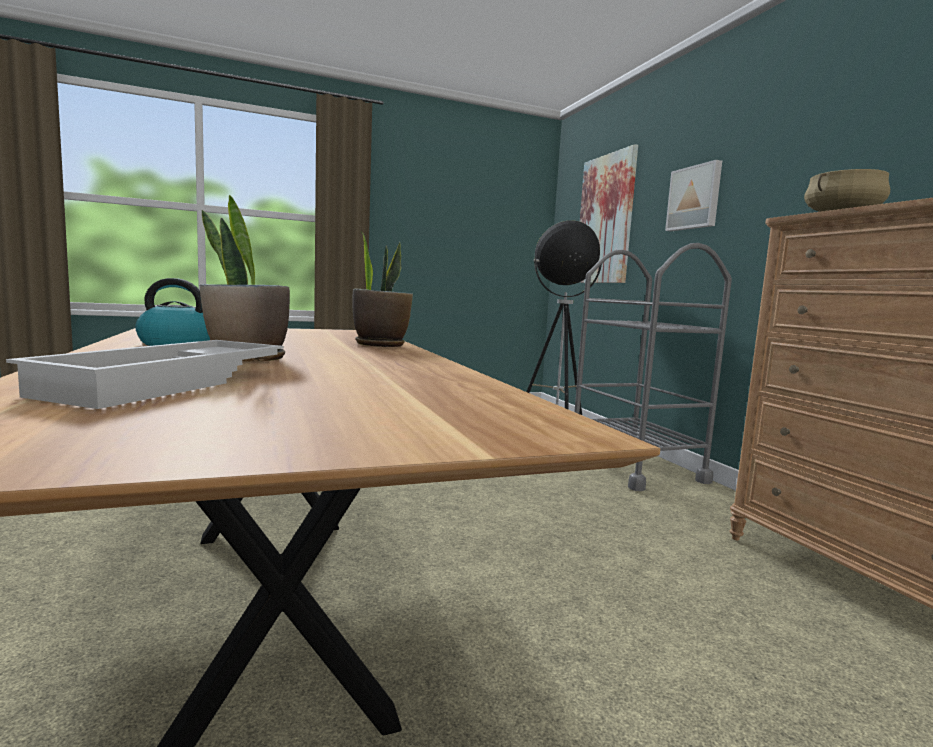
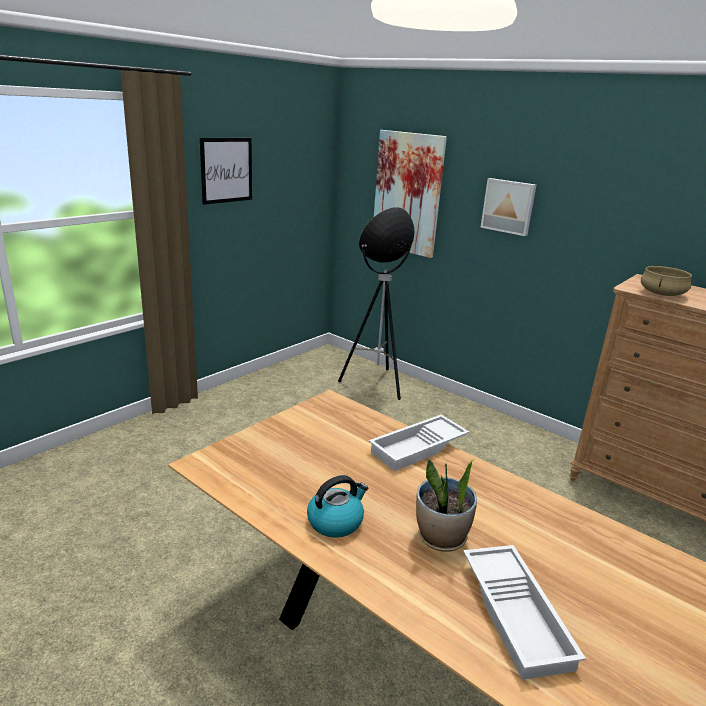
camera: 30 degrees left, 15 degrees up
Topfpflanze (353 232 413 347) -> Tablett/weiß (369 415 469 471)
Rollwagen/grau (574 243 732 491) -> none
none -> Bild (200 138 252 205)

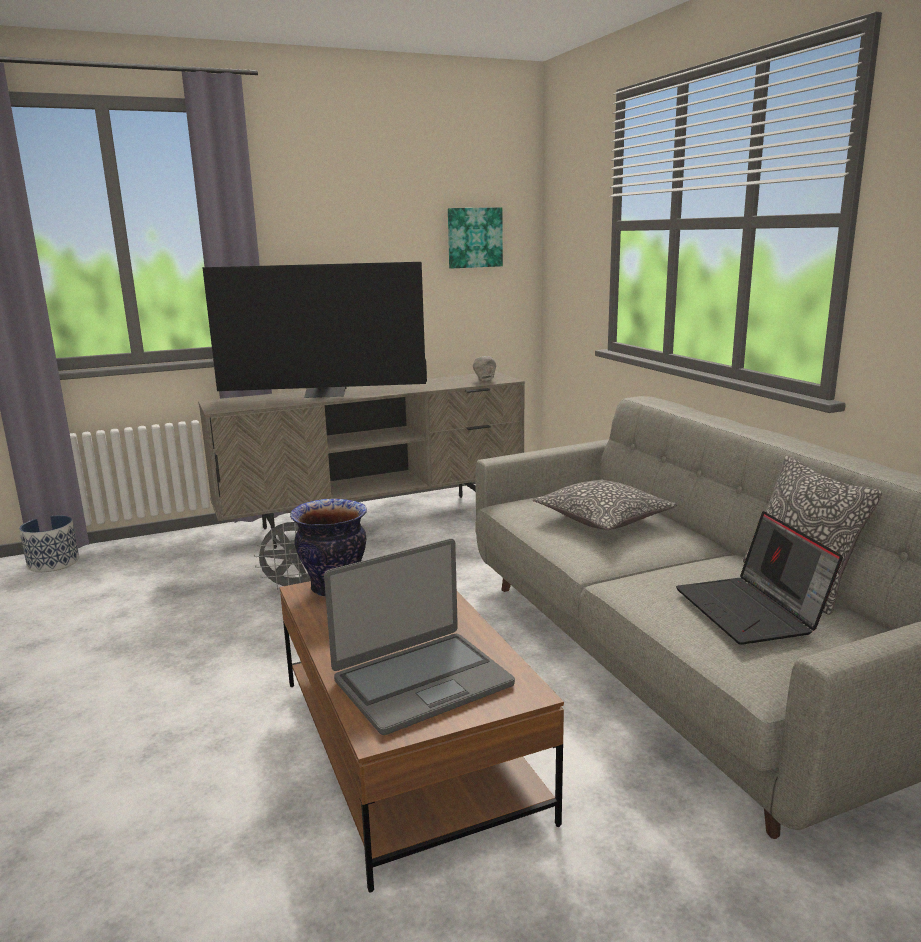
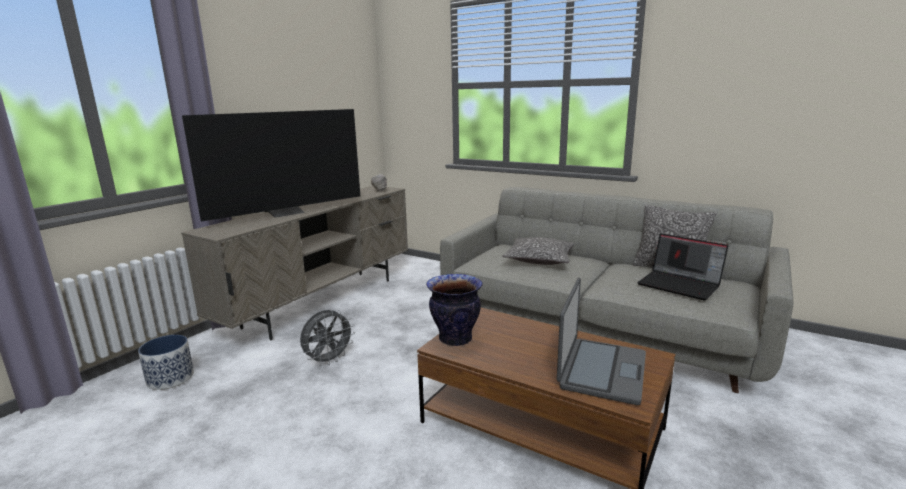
camera: 35 degrees left, 0 degrees up
Bild (448 207 503 268) -> none
Pflanzkübel (19 515 79 572) -> Pflanzkübel (138 335 194 390), shifted

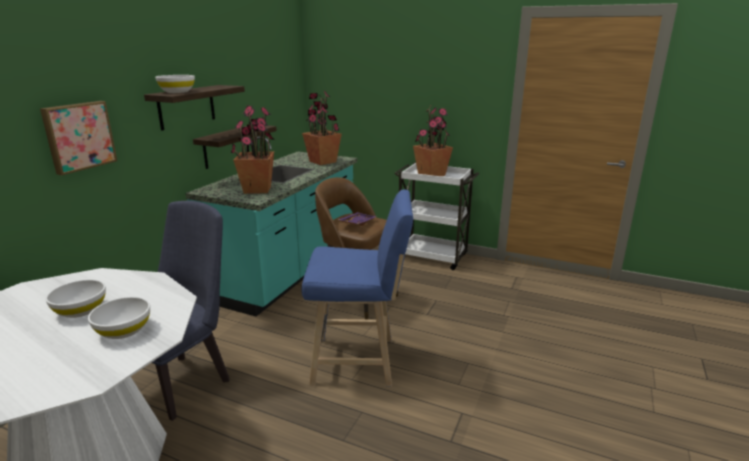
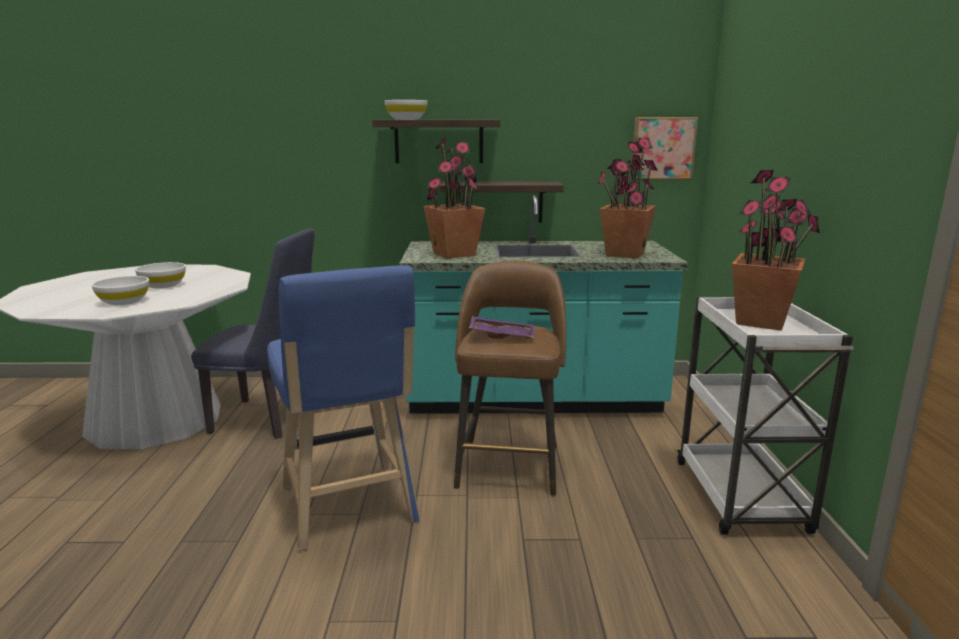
camera: 65 degrees right, 5 degrees down
Bild (40 101 117 175) -> Bild (632 117 698 180), shifted

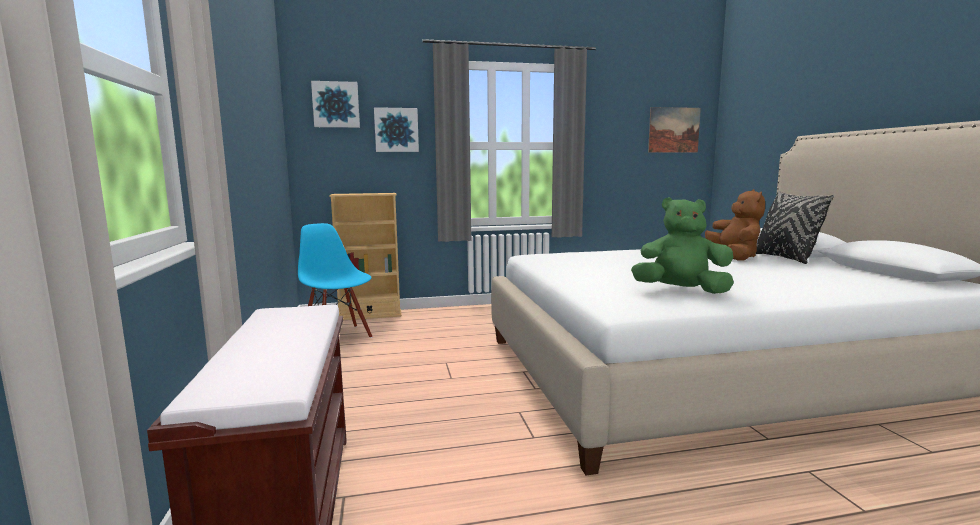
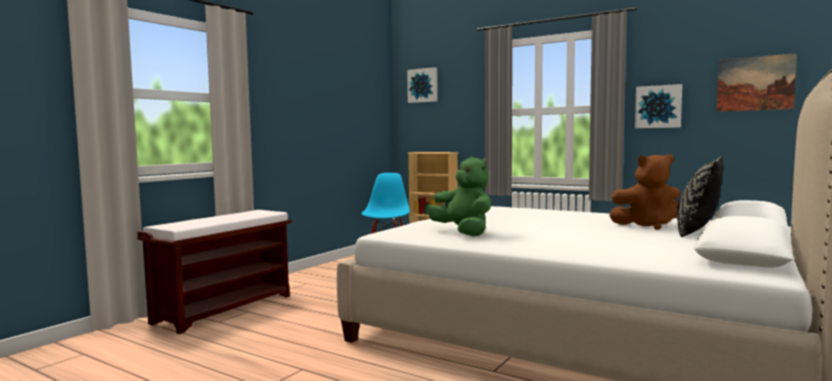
camera: 45 degrees right, 5 degrees down
Bild (374 107 419 152) -> Bild (635 84 682 128), shifted
Plüschtier/braun (705 189 765 261) -> Plüschtier/braun (609 154 680 230), 45 degrees clockwise

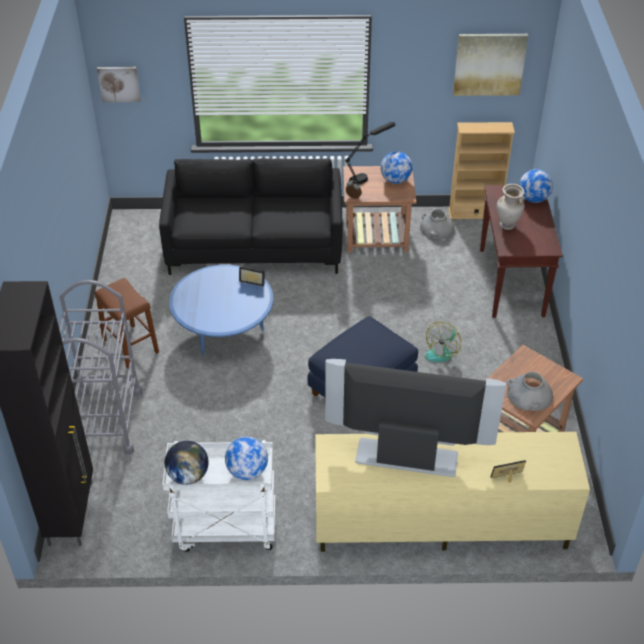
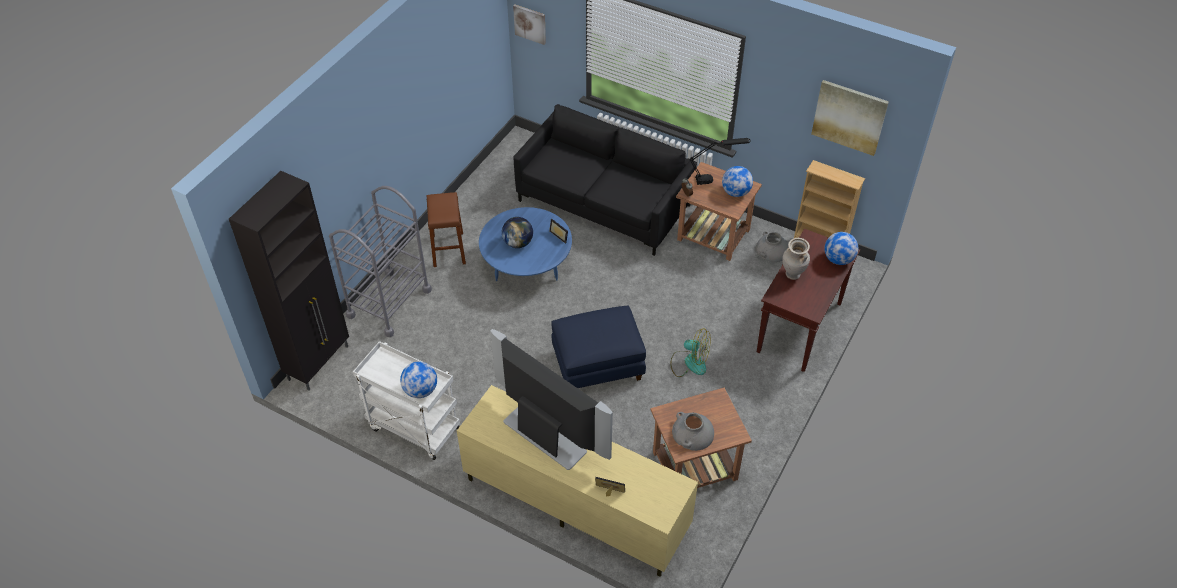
camera: 30 degrees right, 5 degrees up
Ventilator (424 322 461 362) -> Ventilator (670 328 711 377), 135 degrees counterclockwise
Globus (165 441 209 485) -> Globus (502 217 533 248), shifted

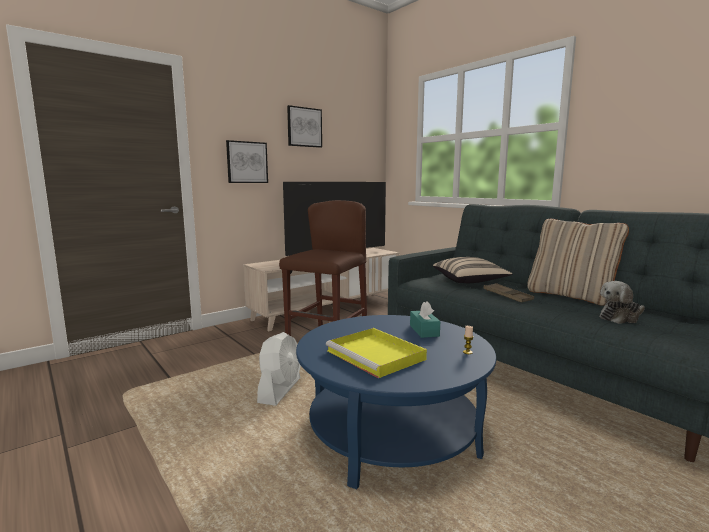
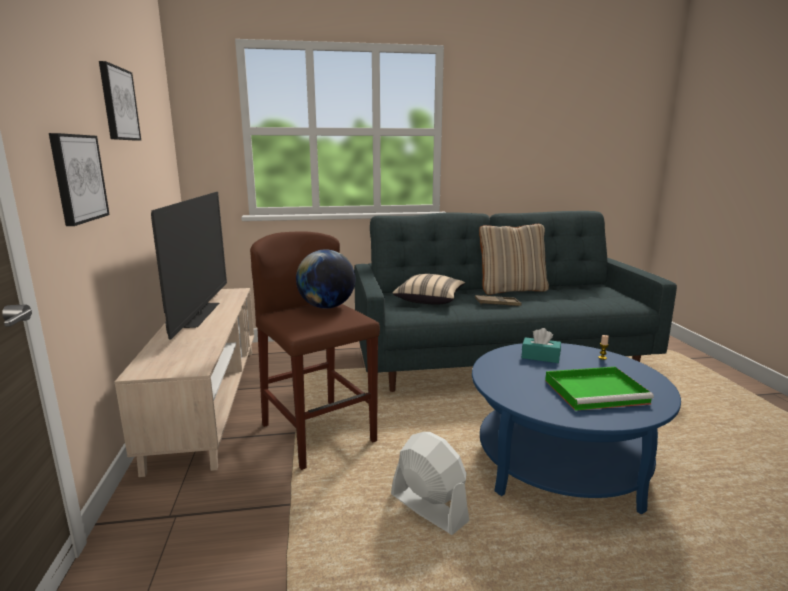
camera: 60 degrees left, 5 degrees up
Plüschtier (599 281 645 324) -> none
Tablett/gelb (326 328 427 378) -> Tablett/grün (545 367 654 411)
none -> Globus (296 249 355 308)

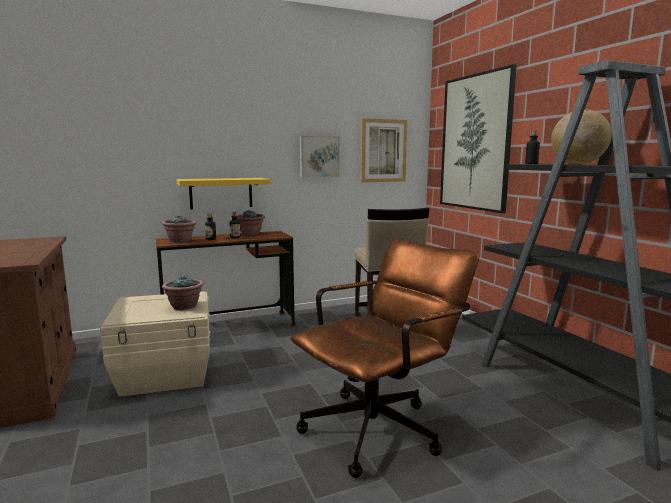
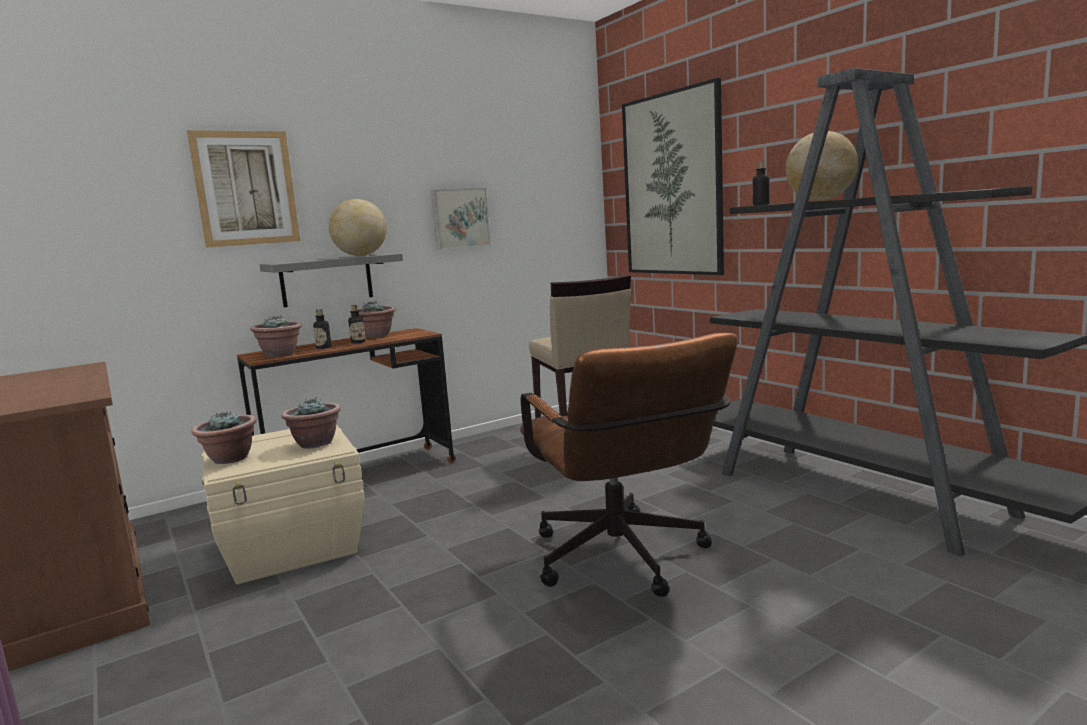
camera: 10 degrees left, 0 degrees up
Bild (361 118 407 182) -> Bild (187 130 300 248), shifted
Wandregal/gelb (176 178 271 209) -> Wandregal/grau (259 253 403 307)
Bürostuhl/braun (291 238 479 478) -> Bürostuhl/braun (520 333 738 597), 120 degrees clockwise
none -> Globus (329 199 387 256)
none -> Topfpflanze (191 412 257 464)

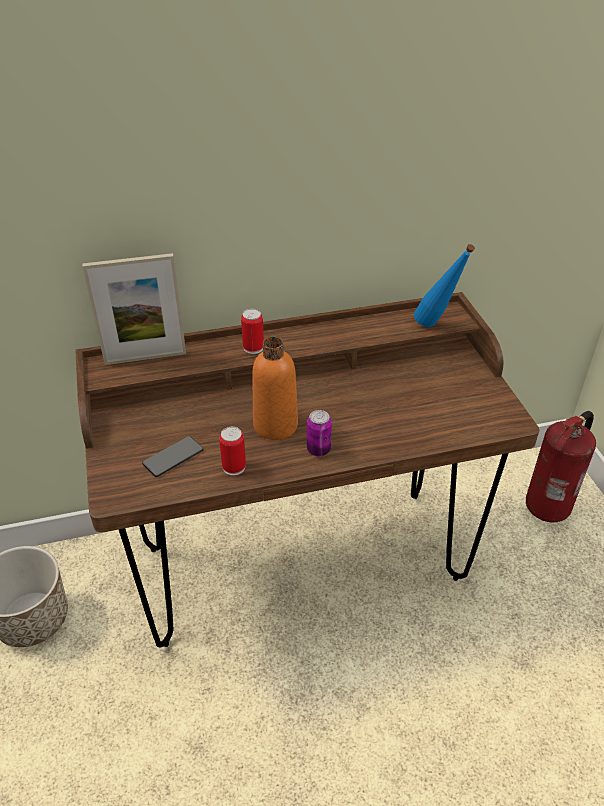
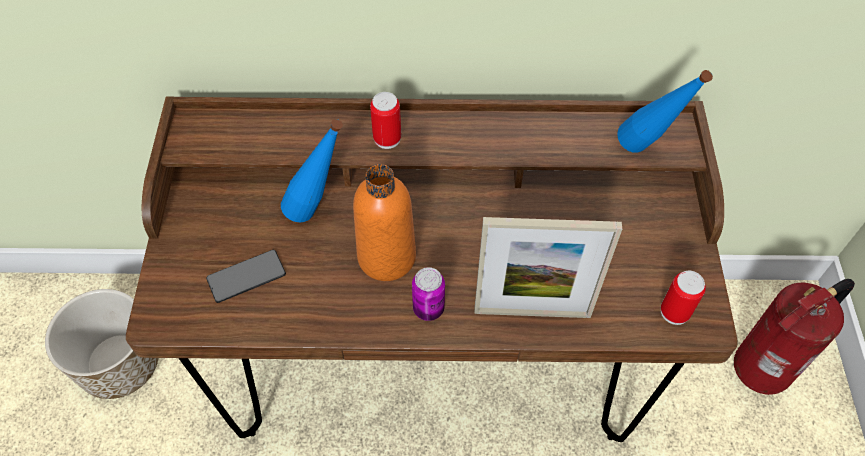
camera: 15 degrees right, 15 degrees up
Bilderrahmen (82 253 186 365) -> Bilderrahmen (474 217 622 318), shifted
Dose (219 427 246 475) -> Dose (661 271 706 325), shifted
none -> Flasche/blau (281 119 343 222)

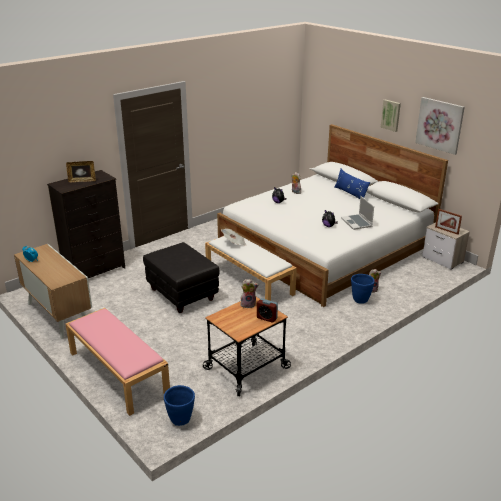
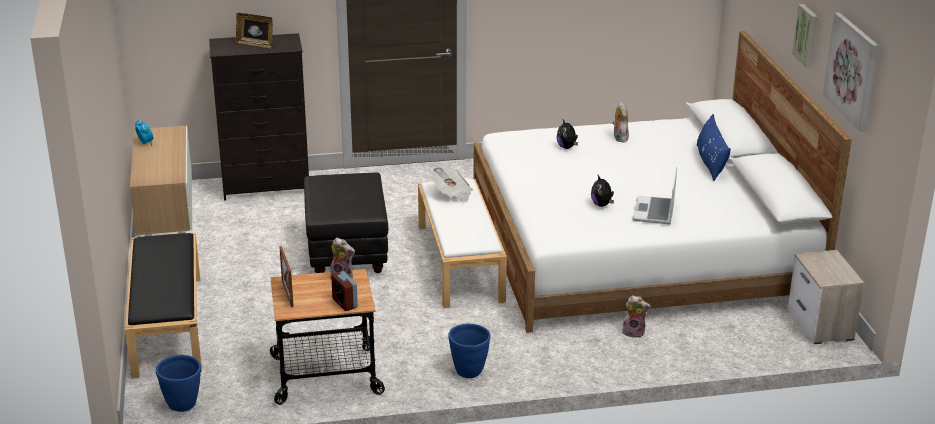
camera: 30 degrees right, 0 degrees up
Bilderrahmen (435 209 462 235) -> Bilderrahmen (279 246 294 307), shifted
Pflanzkübel/blau (351 274 375 304) -> Pflanzkübel/blau (448 324 491 378), shifted
Bank/rosa (65 308 170 416) -> Bank/schwarz (125 232 202 379)

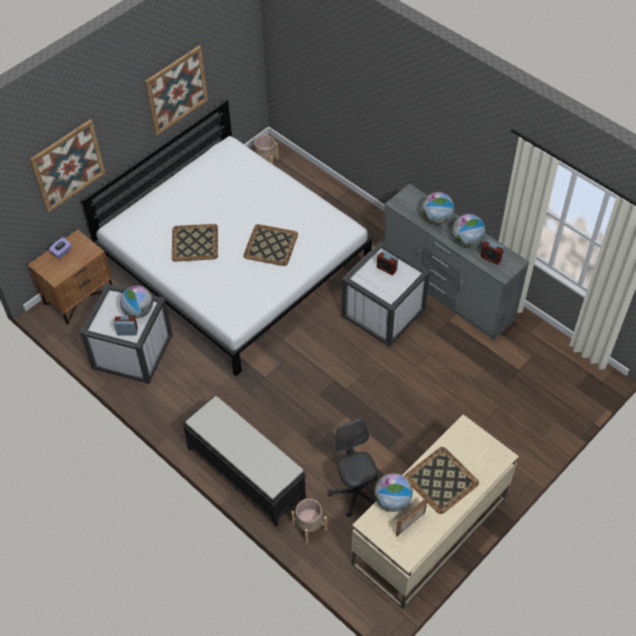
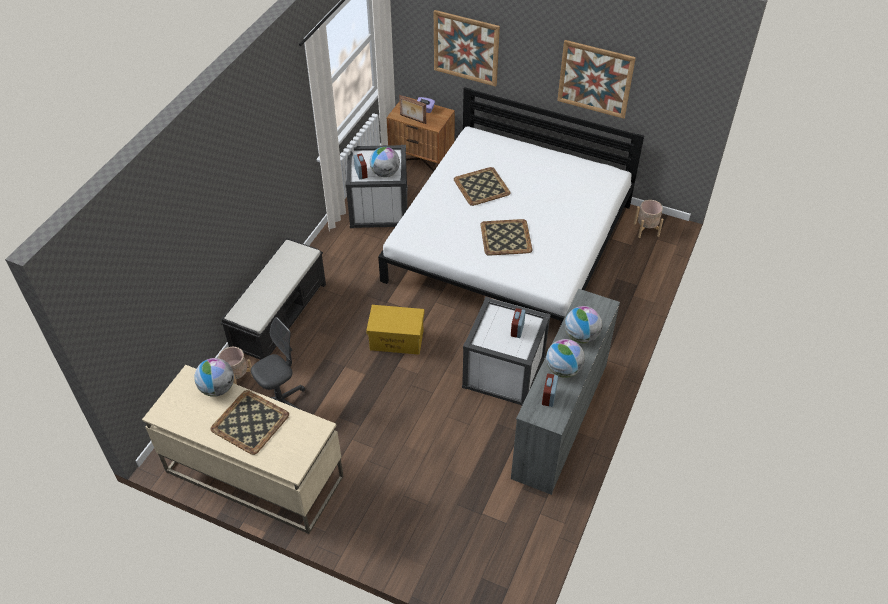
camera: 70 degrees right, 5 degrees down
Bilderrahmen (396 497 428 537) -> Bilderrahmen (399 95 426 124), shifted
none -> Aufbewahrungsbox/gelb (366 305 425 355)

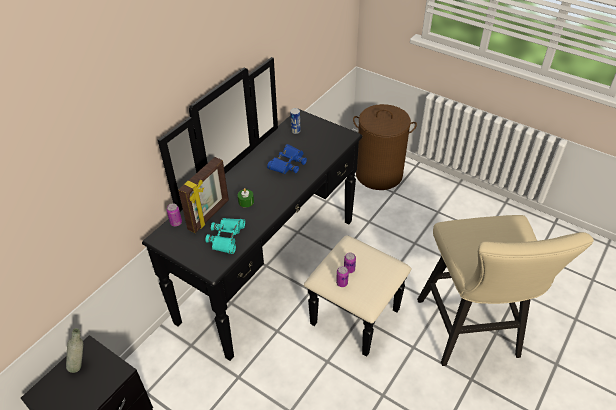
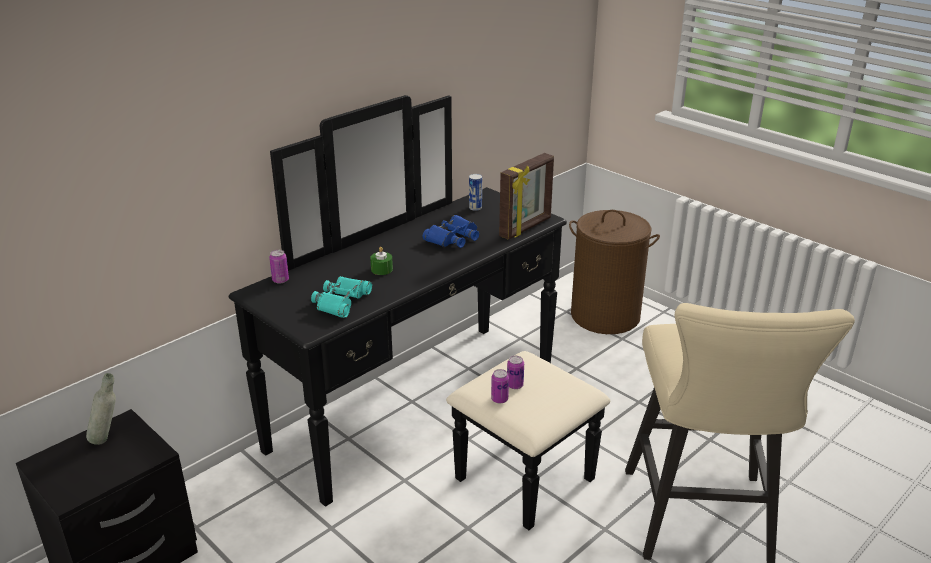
camera: 10 degrees right, 15 degrees down
Bilderrahmen (178 157 229 233) -> Bilderrahmen (499 153 554 240), shifted

